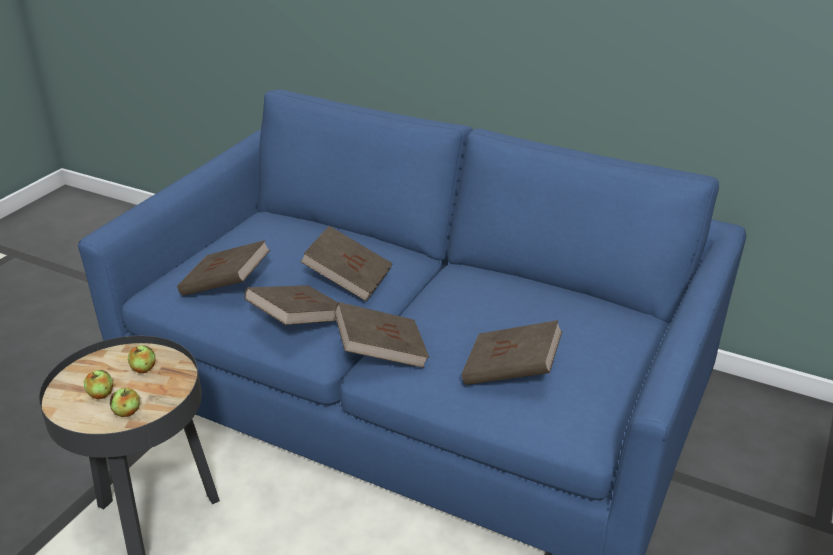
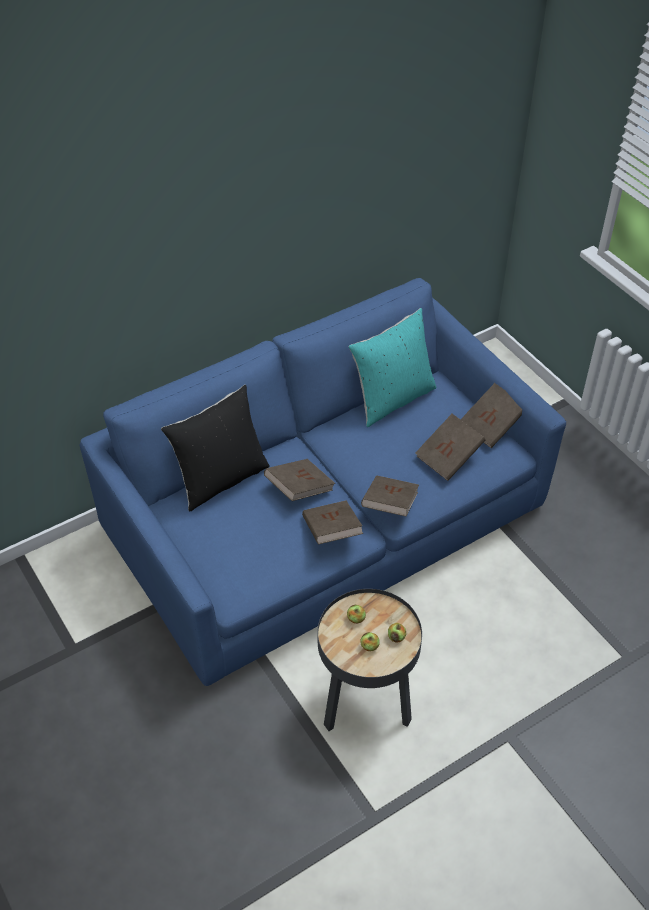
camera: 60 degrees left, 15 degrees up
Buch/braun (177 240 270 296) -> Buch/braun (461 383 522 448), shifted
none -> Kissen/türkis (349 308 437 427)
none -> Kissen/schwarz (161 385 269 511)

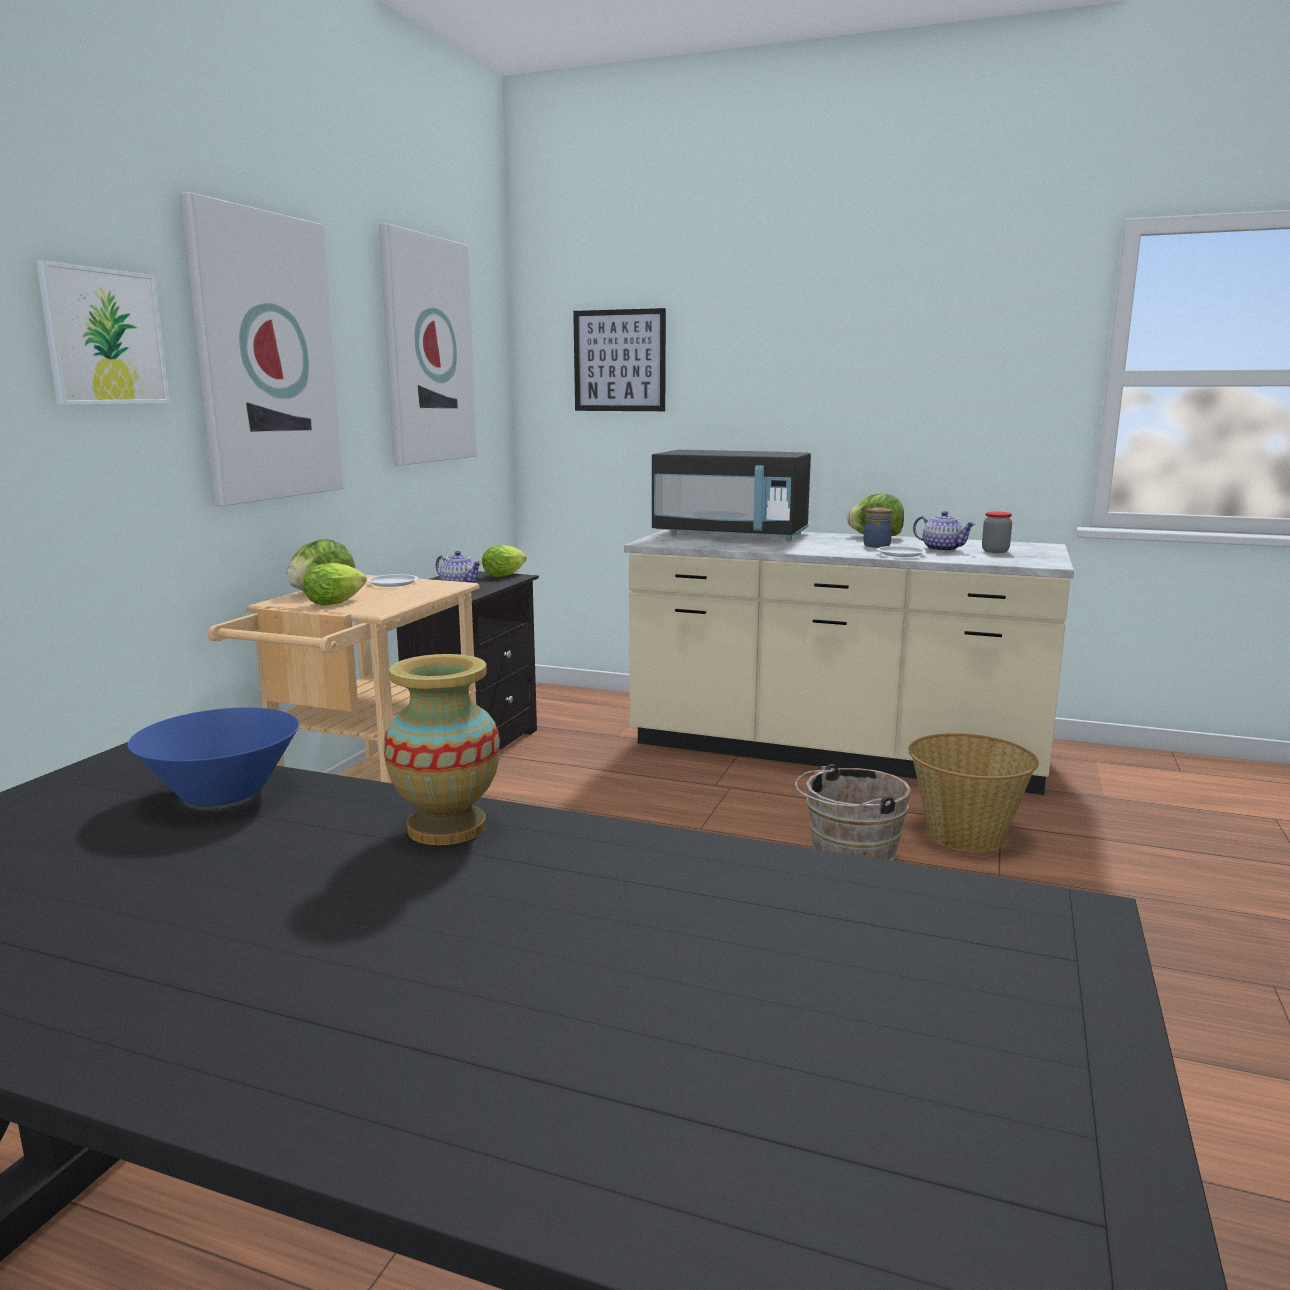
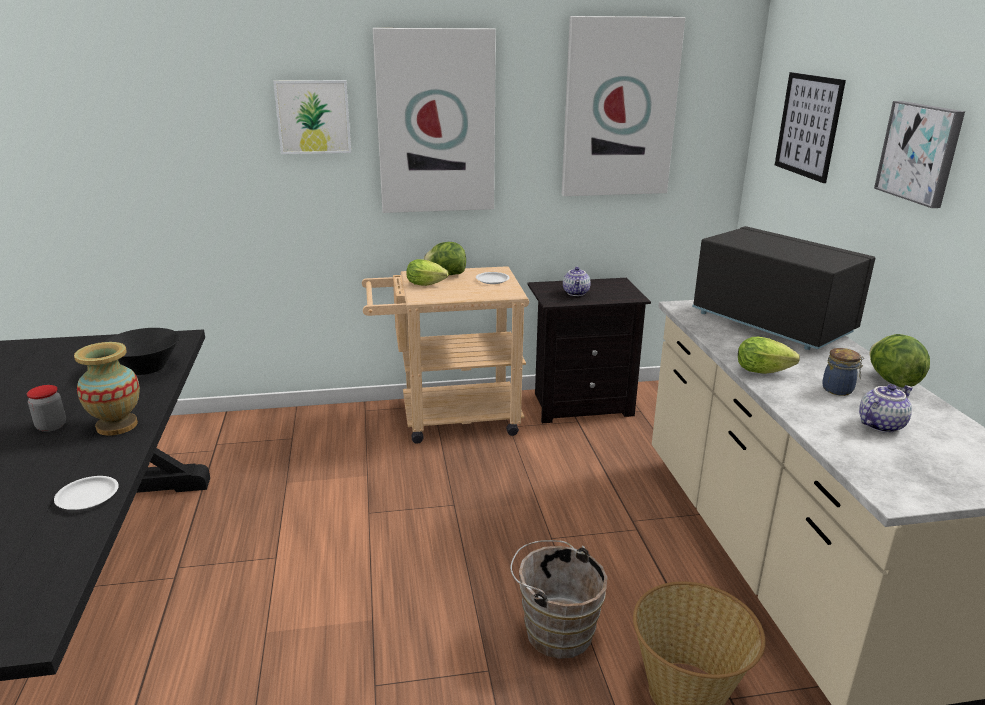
camera: 60 degrees right, 10 degrees up
Mikrowelle/schwarz (652 450 811 541) -> Mikrowelle/schwarz (692 226 876 350), 150 degrees clockwise
Teekanne (913 511 976 552) -> Teekanne (859 384 913 433), 135 degrees counterclockwise
Vorratsglas (982 512 1012 553) -> Vorratsglas (27 385 66 432), shifted
Salatkopf (482 545 527 577) -> Salatkopf (738 337 800 374), shifted
Teller/weiß (877 546 926 557) -> Teller/weiß (54 476 119 510), shifted
Schüssel/blau (128 708 299 806) -> Schüssel/schwarz (104 328 179 375)
none -> Bild (874 101 965 208)

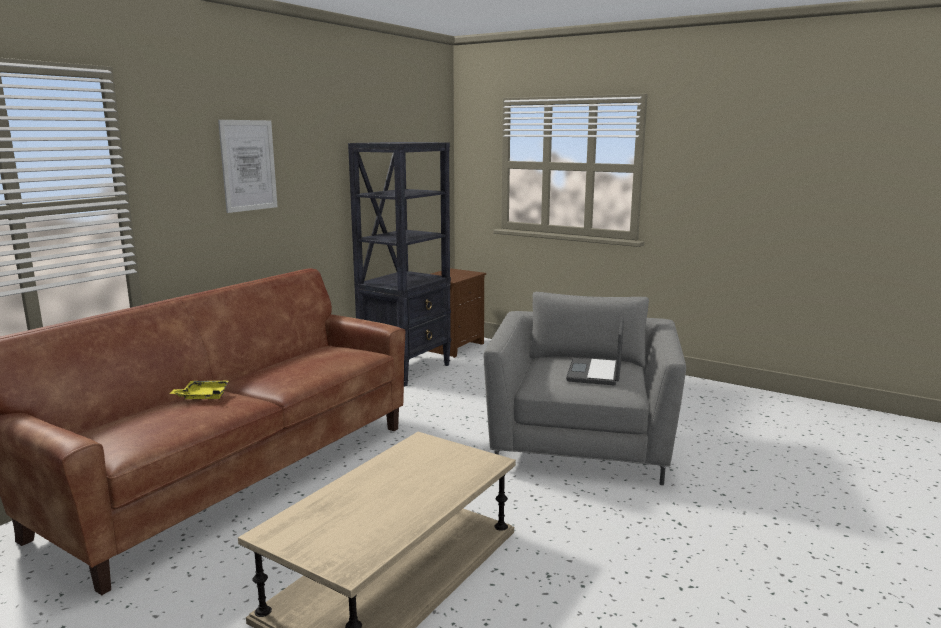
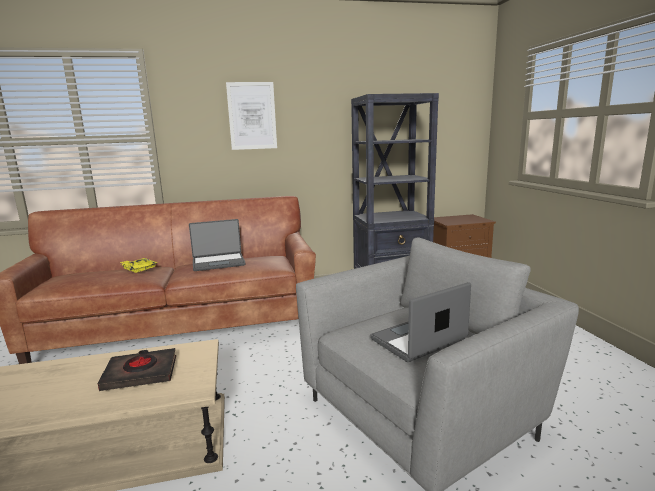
camera: 45 degrees right, 0 degrees up
none -> Laptop (189 219 246 271)
none -> Buch/schwarz (98 348 176 391)

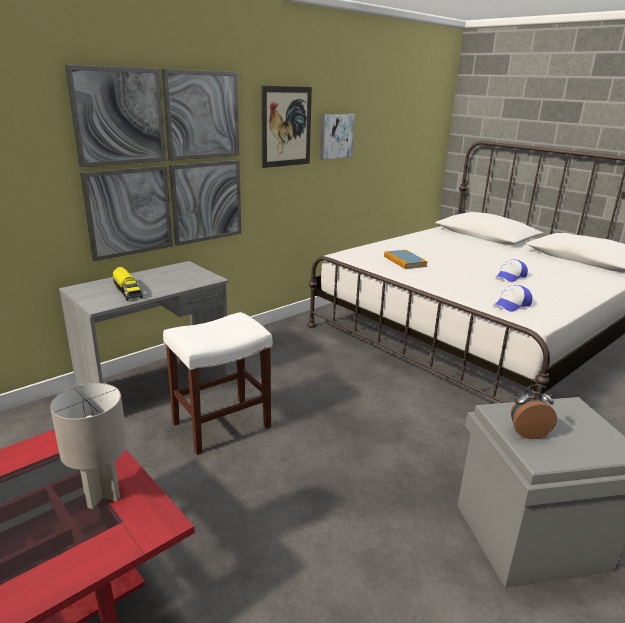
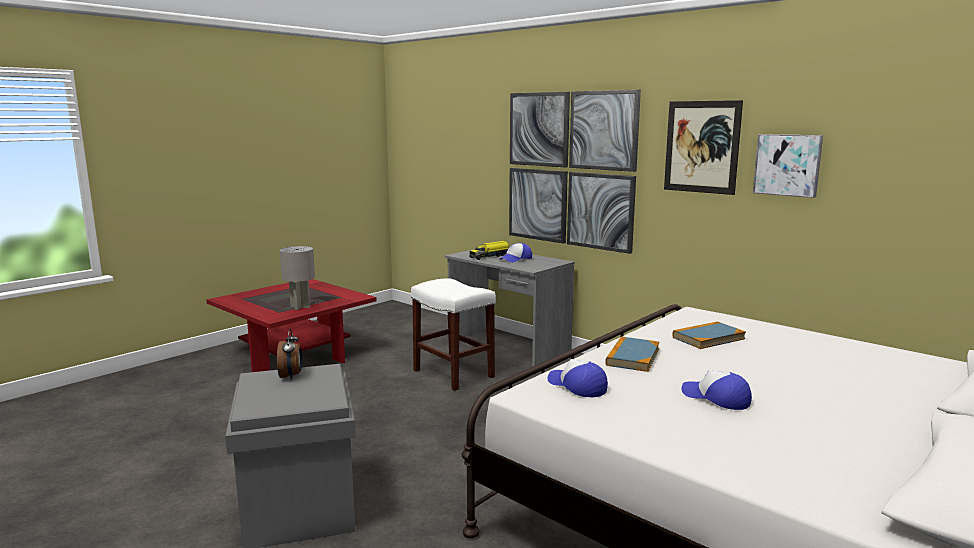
camera: 85 degrees right, 10 degrees down
none -> Kappe (499 243 532 262)
none -> Buch (605 337 660 372)

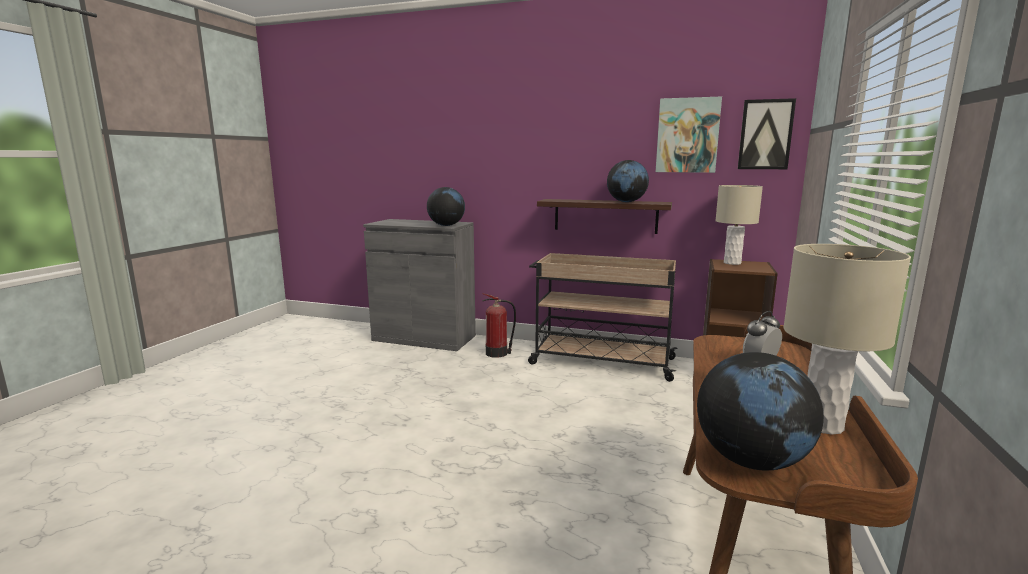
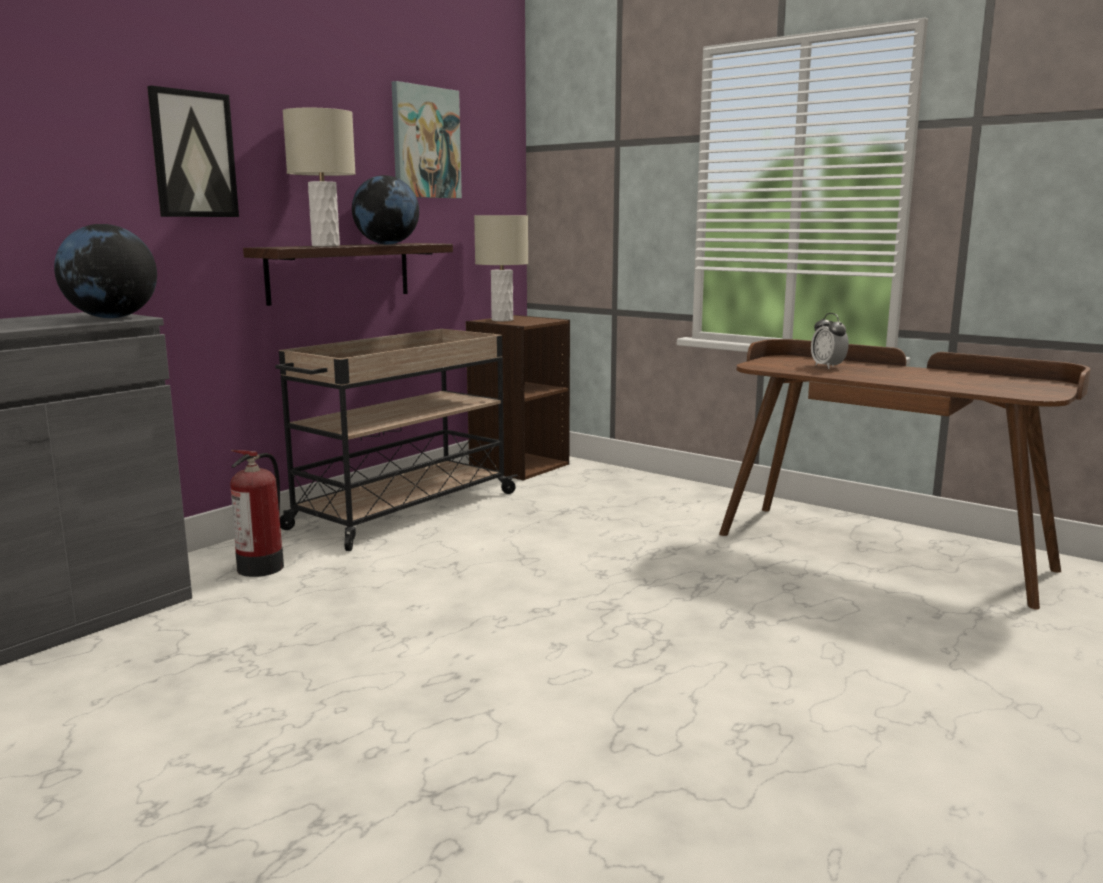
camera: 70 degrees left, 0 degrees up
Bild (738 98 796 169) -> Bild (147 86 239 217), shifted
Tischlampe/beige (783 244 911 435) -> Tischlampe/beige (283 108 356 246), shifted
Globus (697 352 824 470) -> none

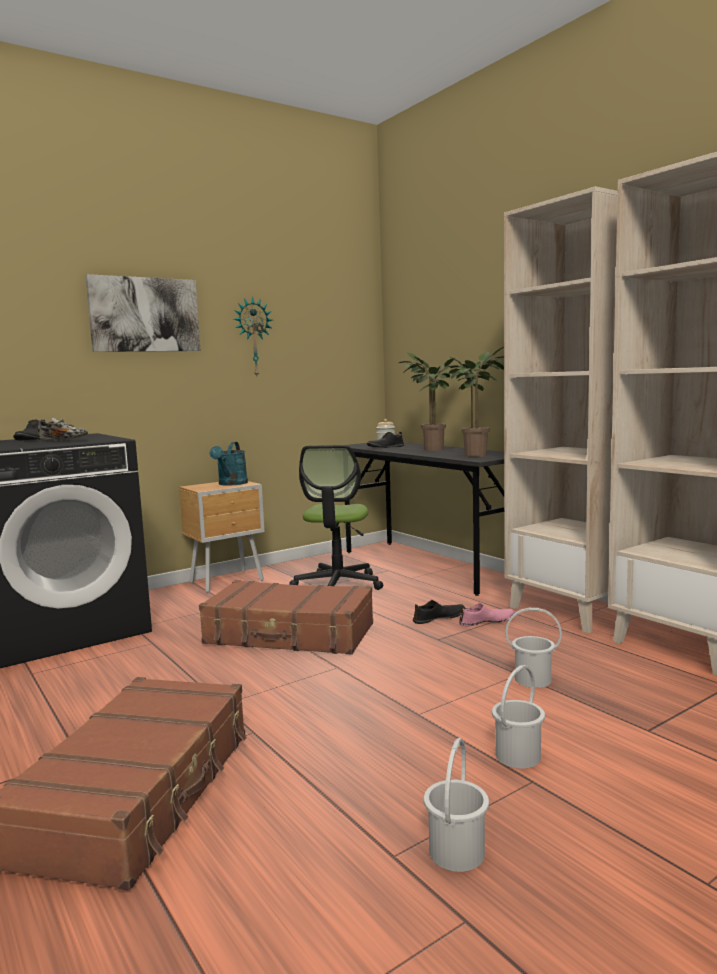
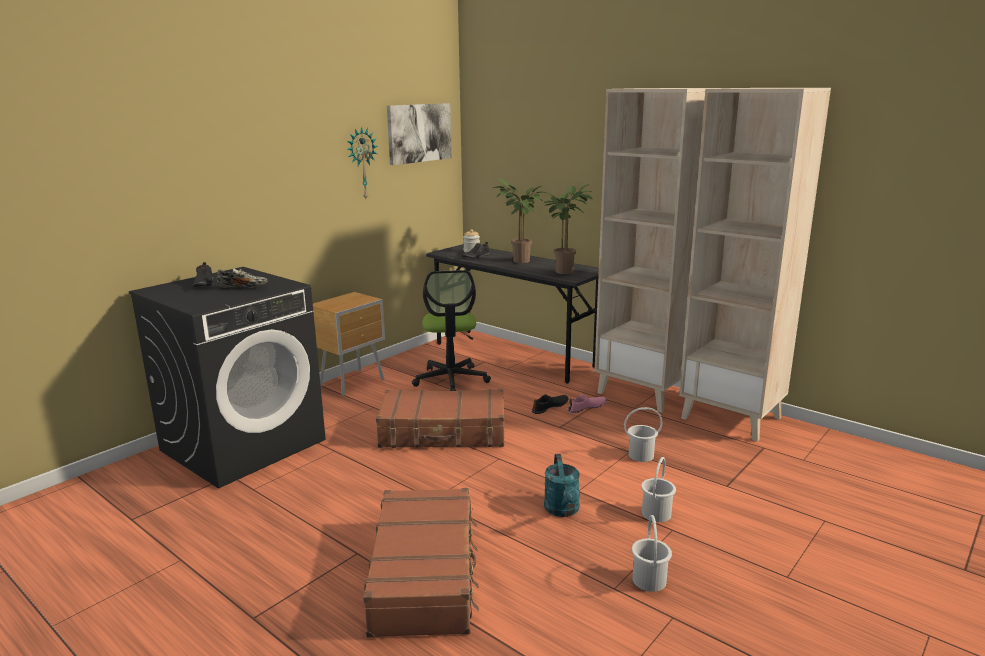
camera: 15 degrees left, 10 degrees up
Bild (85 274 200 352) -> Bild (387 103 452 165), shifted
Gießkanne/türkis (210 442 248 486) -> Gießkanne/türkis (544 454 580 517), shifted

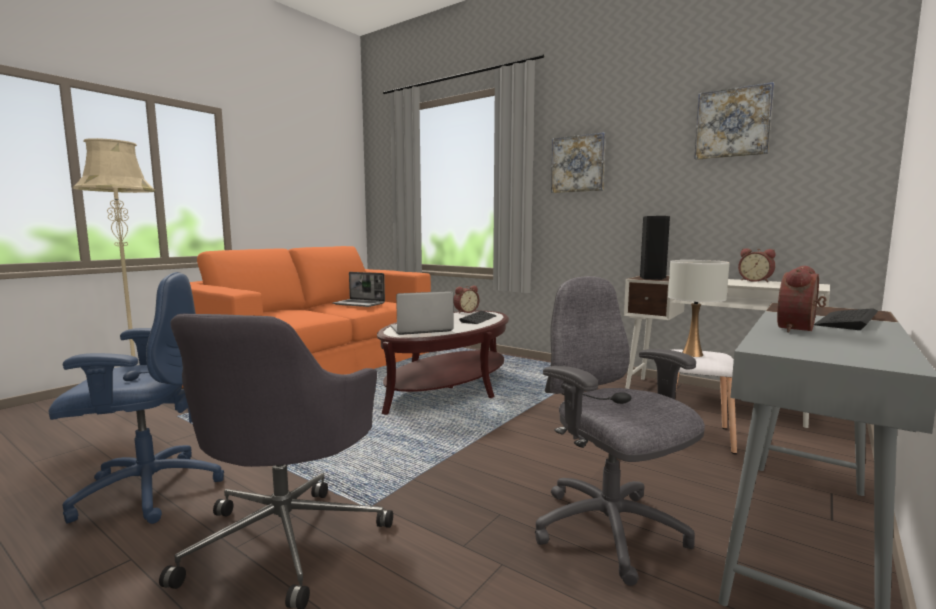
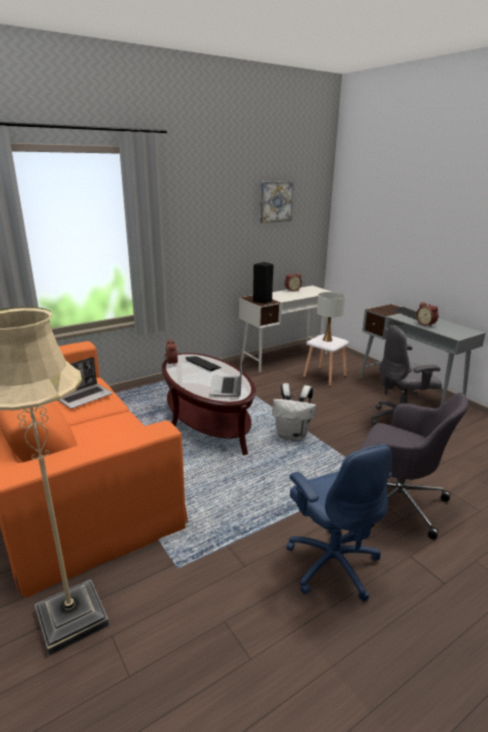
camera: 70 degrees left, 15 degrees up
Bild (551 132 606 193) -> none
Bürostuhl/blau (49 272 224 524) -> Bürostuhl/blau (286 444 392 601), 150 degrees clockwise
none -> Rucksack/weiß (272 383 316 440)

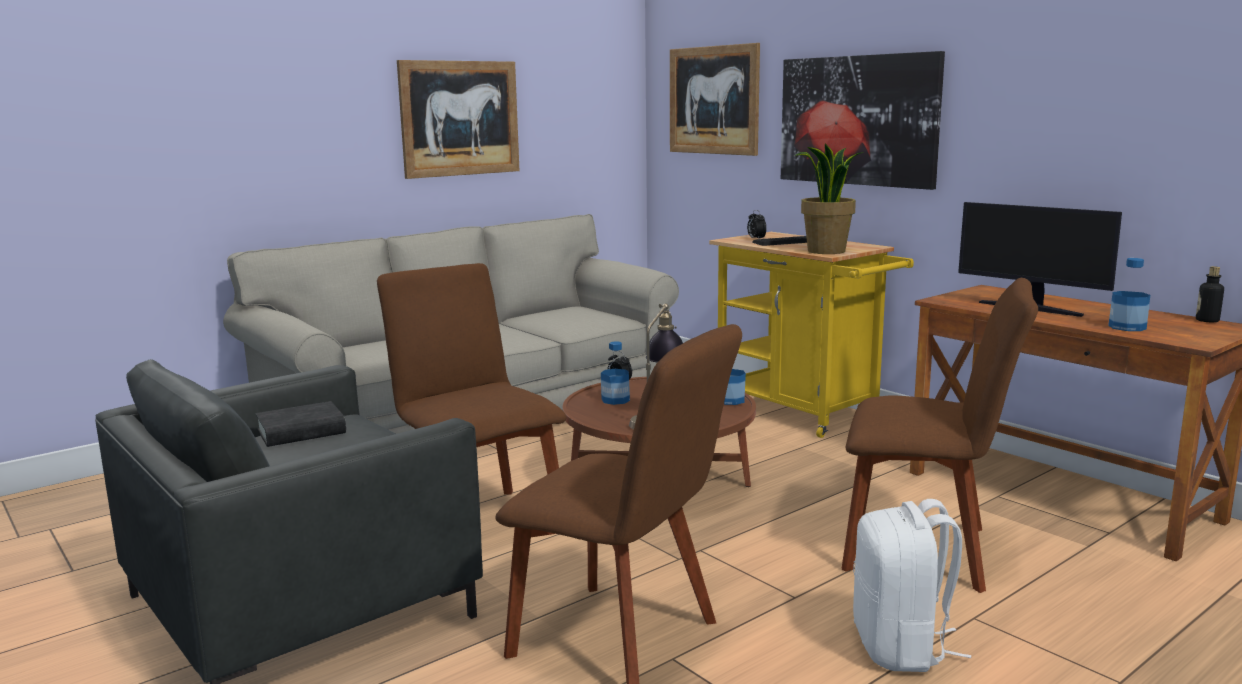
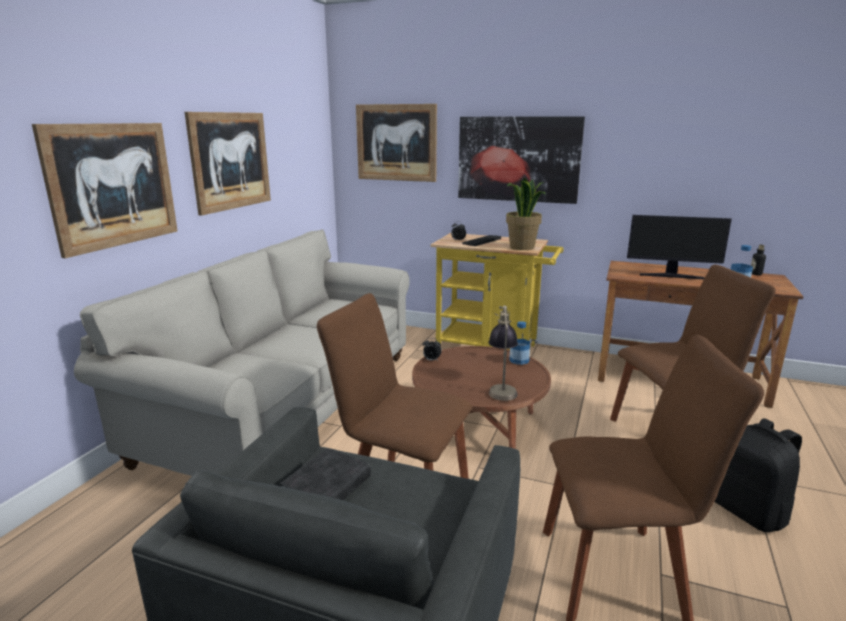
camera: 30 degrees left, 5 degrees up
Flasche (601 341 630 405) -> none
Rucksack/weiß (853 499 971 672) -> Rucksack/schwarz (715 418 802 532)
none -> Bild (32 123 178 258)

